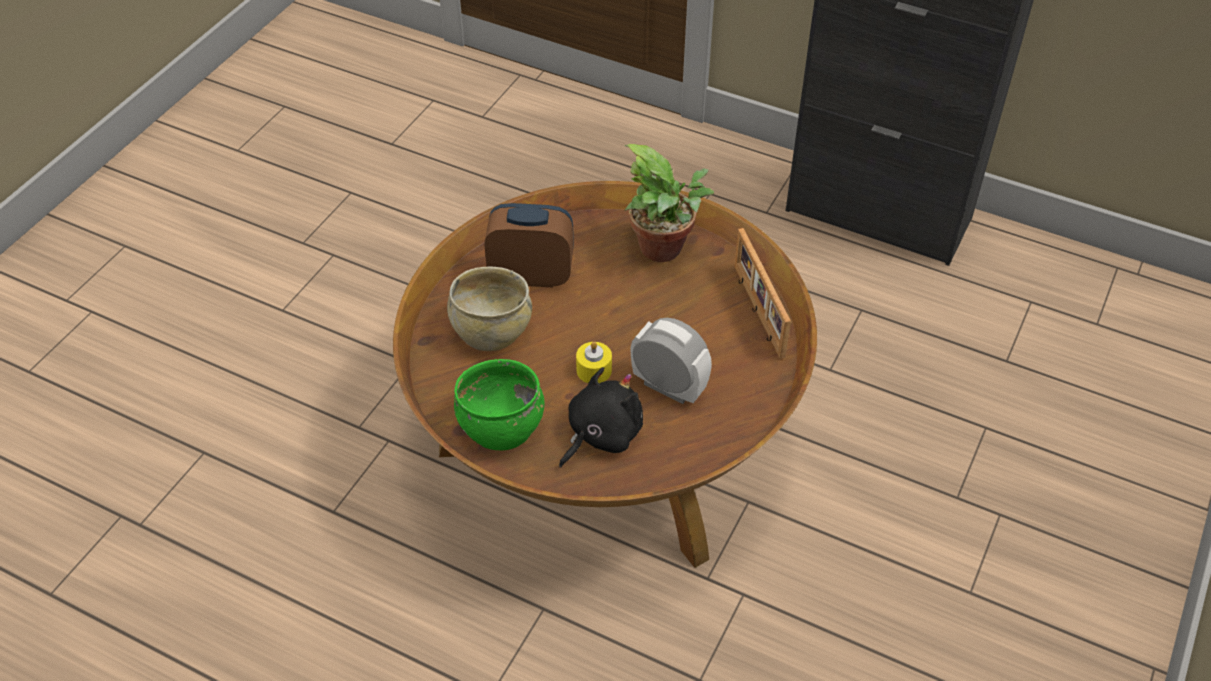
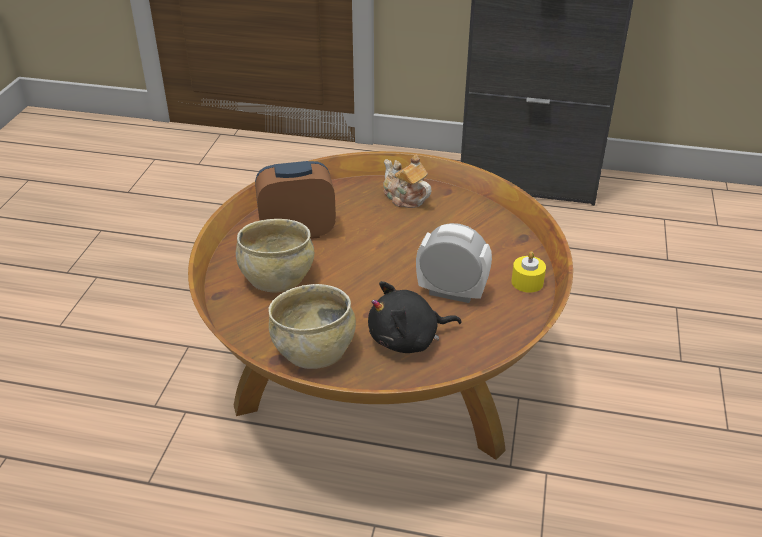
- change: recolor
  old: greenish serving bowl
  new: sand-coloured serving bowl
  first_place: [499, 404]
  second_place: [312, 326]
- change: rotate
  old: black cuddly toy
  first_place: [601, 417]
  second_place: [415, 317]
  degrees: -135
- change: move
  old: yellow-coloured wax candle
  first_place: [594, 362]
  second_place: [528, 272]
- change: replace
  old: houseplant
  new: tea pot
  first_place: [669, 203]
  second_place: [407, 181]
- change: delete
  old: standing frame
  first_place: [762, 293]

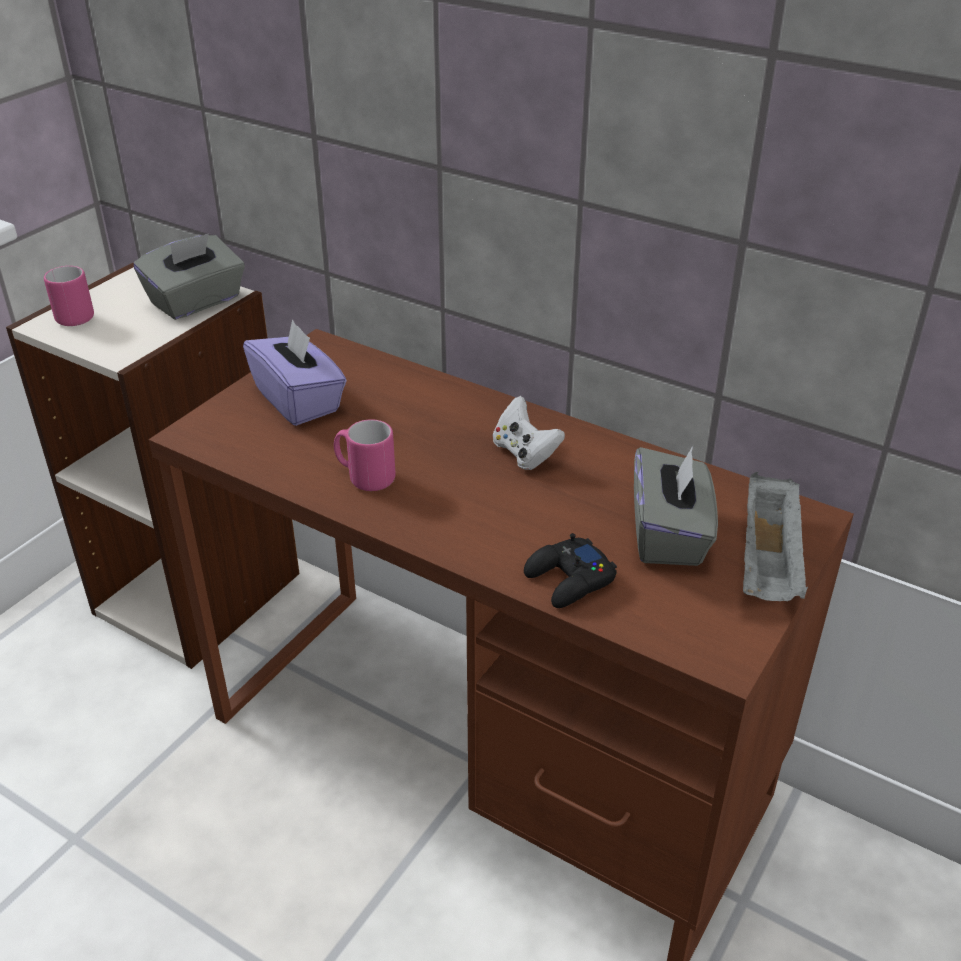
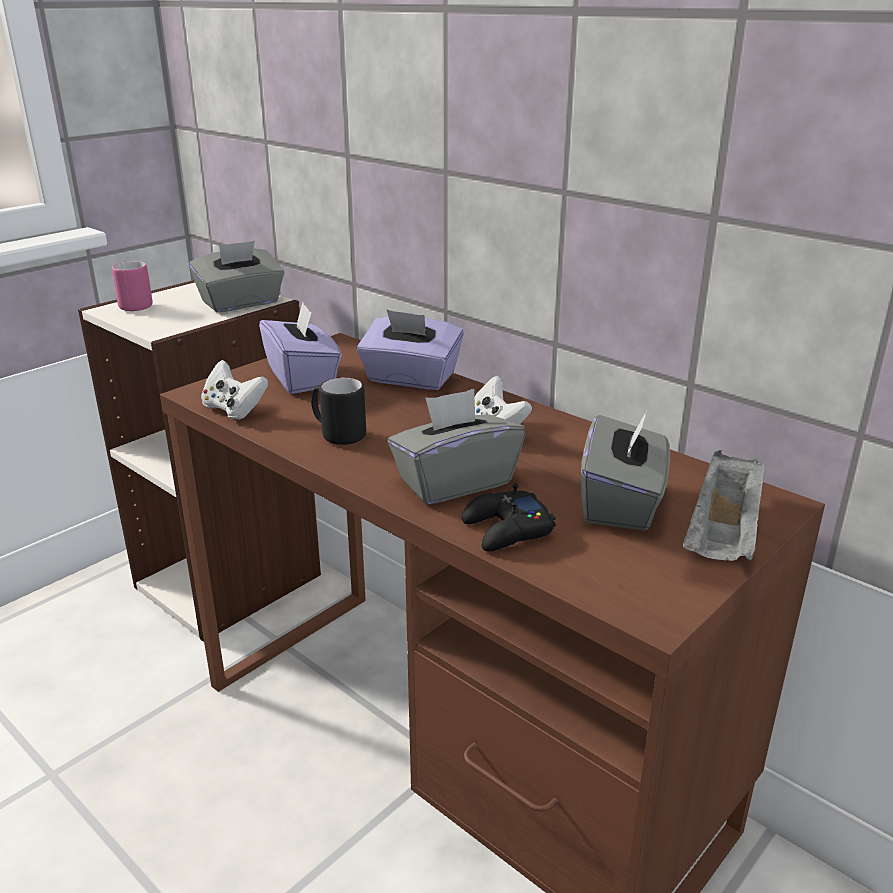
- change: recolor
  old: pink-coloured coffee mug
  new: black coffee mug
  first_place: [364, 455]
  second_place: [338, 411]
- change: insert
  new: white joypad
  second_place: [234, 390]
- change: insert
  new: purplish box of tissues
  second_place: [410, 349]
- change: insert
  new: grey box of tissues
  second_place: [456, 447]

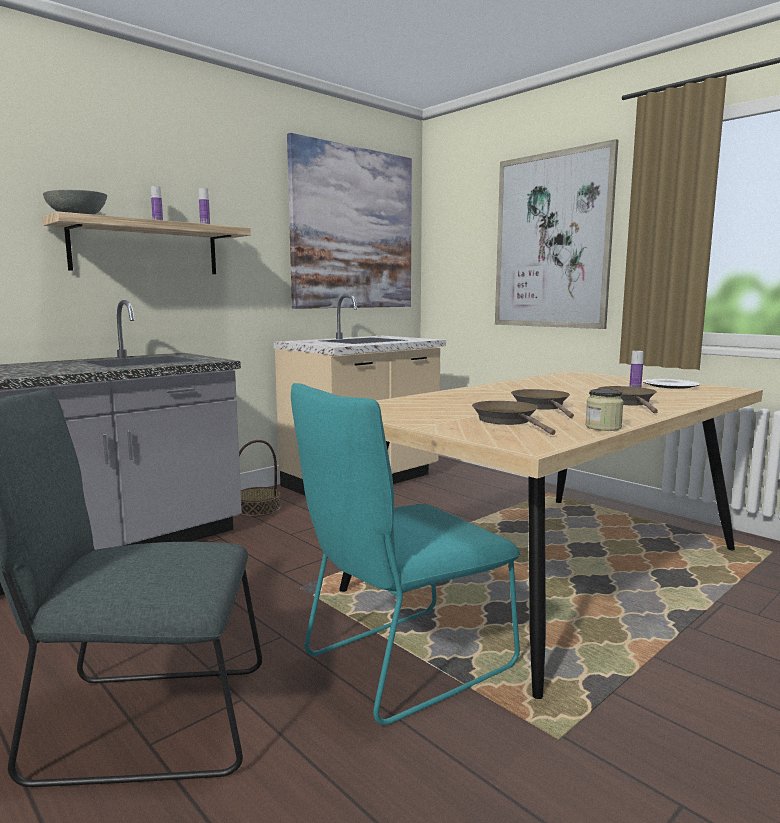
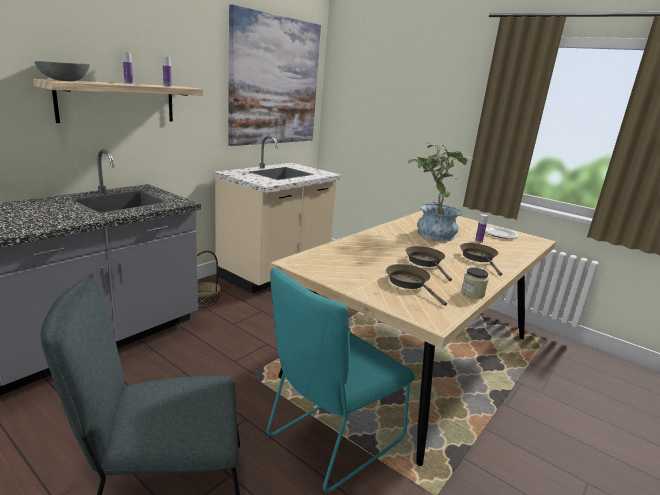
- change: delete
  old: wall art
  first_place: [557, 234]
- change: insert
  new: houseplant
  second_place: [440, 191]

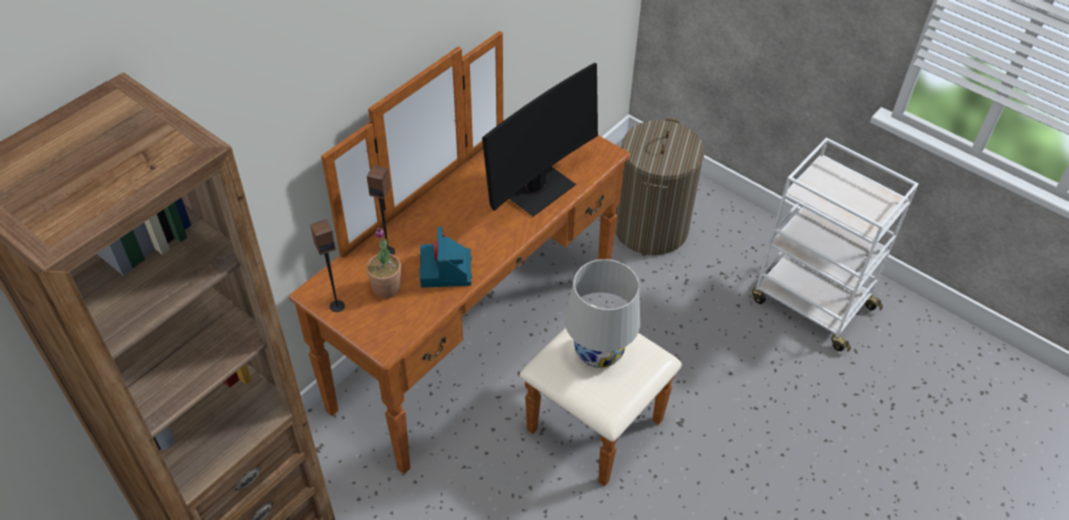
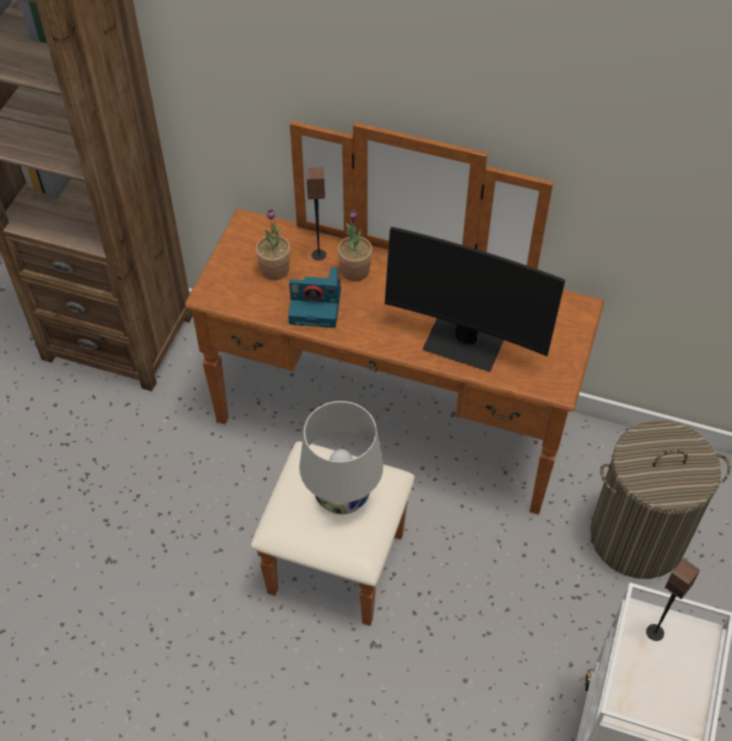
- change: move
  old: audio speaker
  first_place: [327, 265]
  second_place: [673, 599]
- change: rotate
  old: still camera
  first_place: [446, 257]
  second_place: [314, 297]
  degrees: -150
- change: insert
  new: houseplant
  second_place: [355, 245]

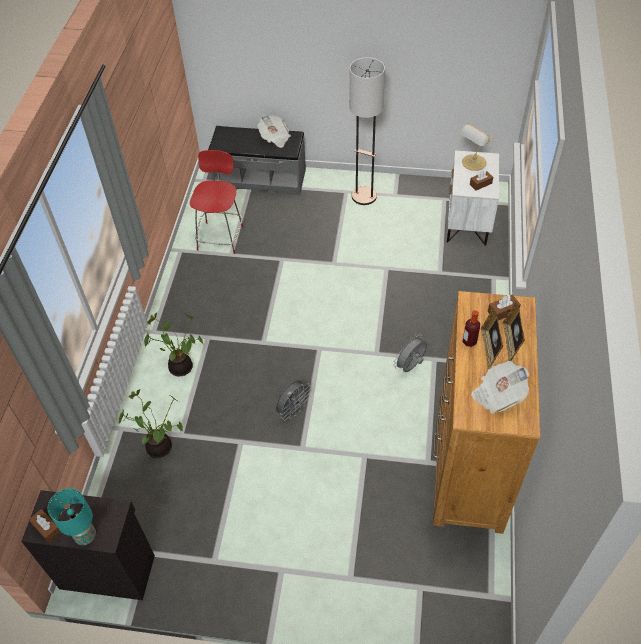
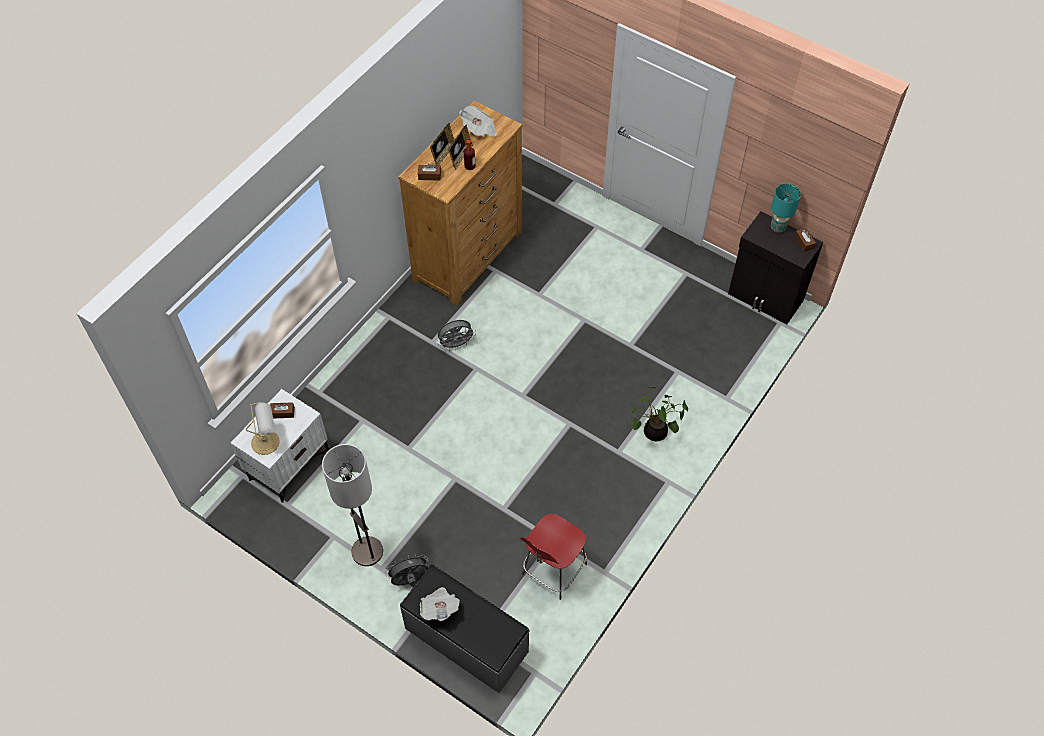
- change: delete
  old: houseplant
  first_place: [150, 423]
- change: move
  old: grey fan
  first_place: [294, 400]
  second_place: [407, 569]

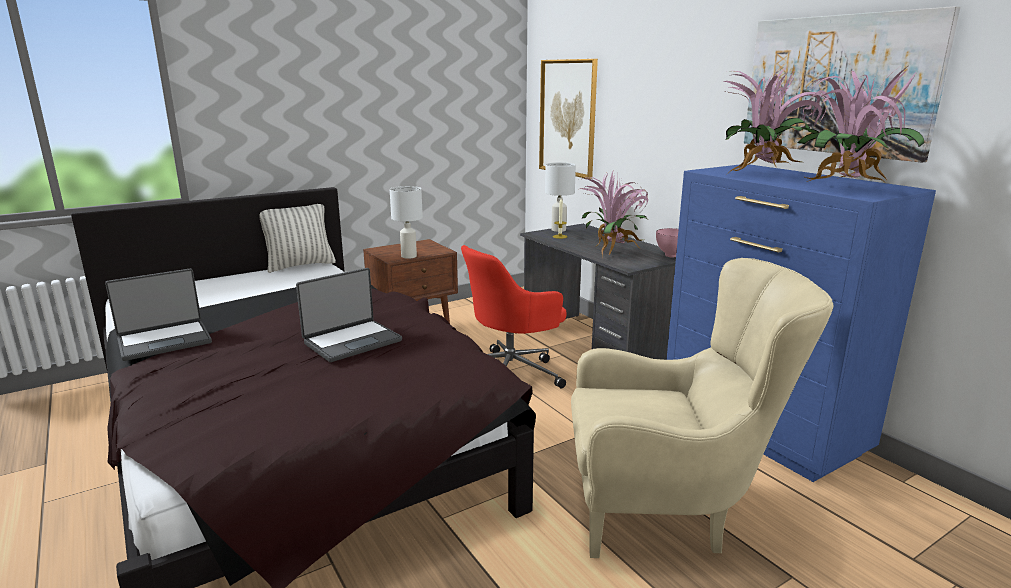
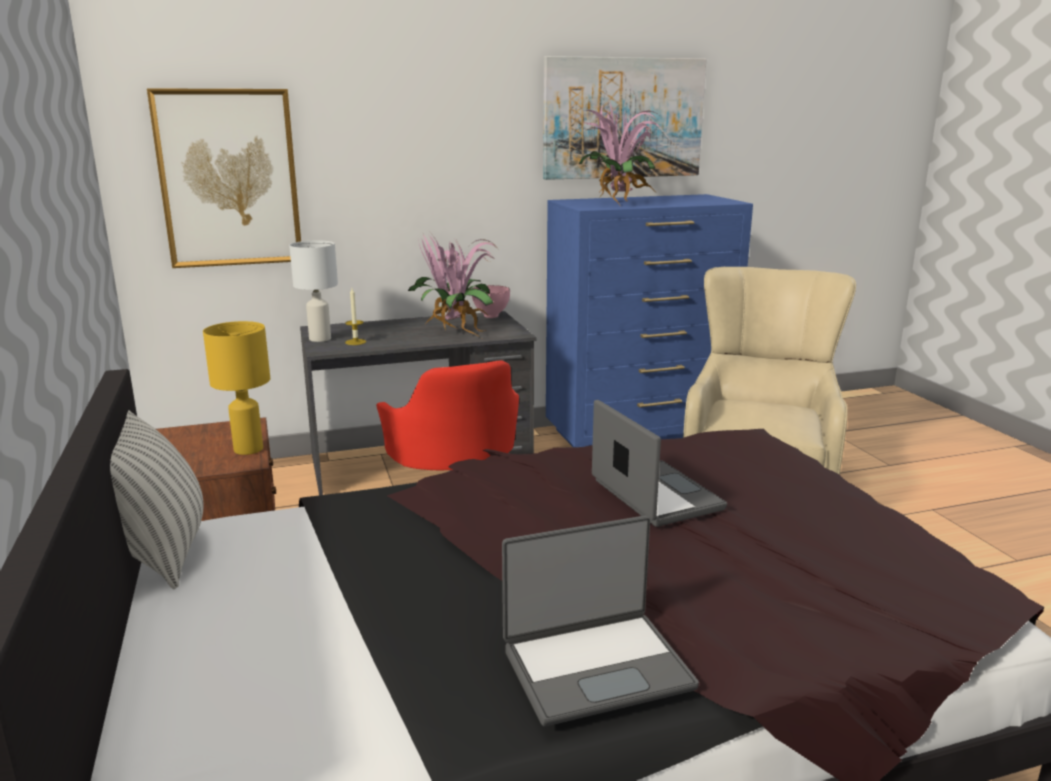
- change: rotate
  old: portable computer
  first_place: [158, 315]
  second_place: [600, 620]
  degrees: 90
- change: recolor
  old: white lamp for a table
  new: yellow-coloured lamp for a table
  first_place: [406, 222]
  second_place: [236, 388]
- change: delete
  old: houseplant
  first_place: [861, 124]

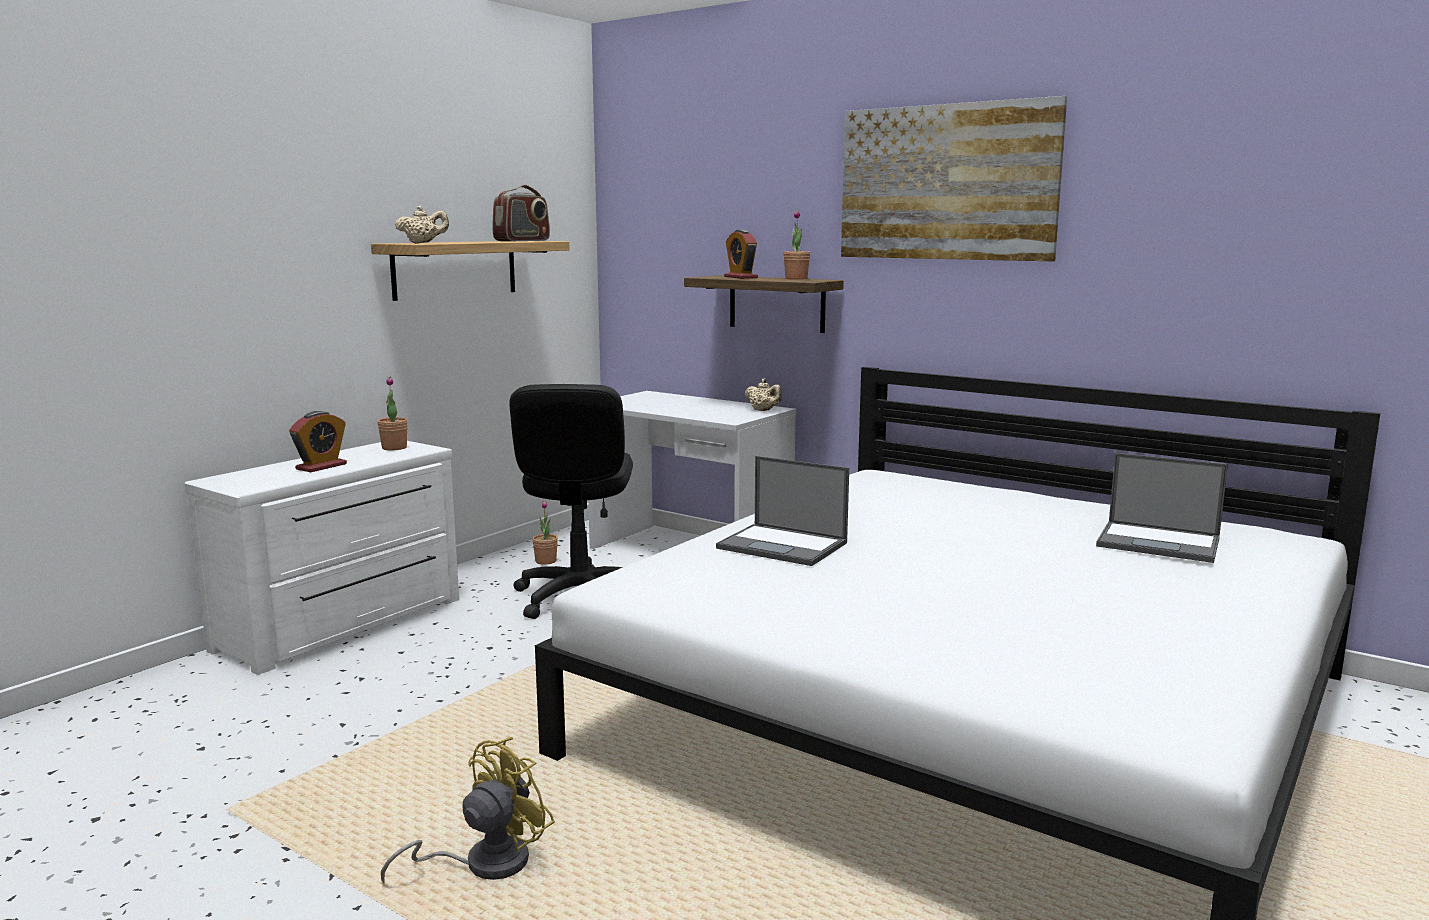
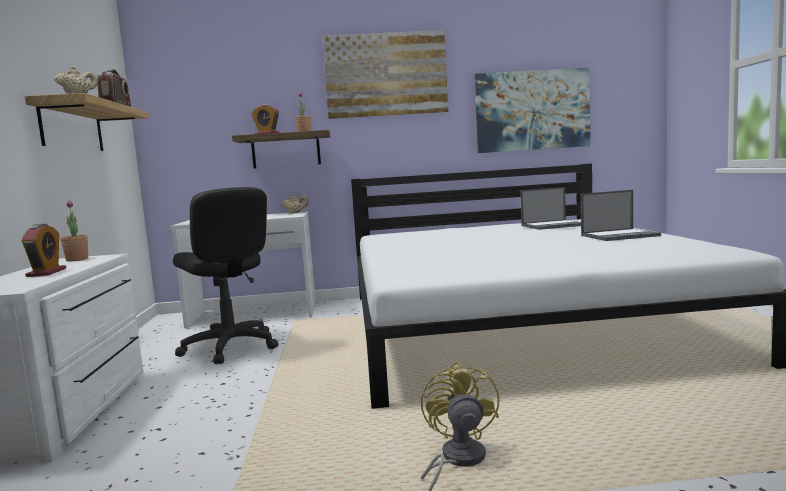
- change: delete
  old: houseplant
  first_place: [545, 533]
- change: move
  old: portable computer
  first_place: [782, 511]
  second_place: [621, 215]
- change: insert
  new: wall art
  second_place: [532, 110]

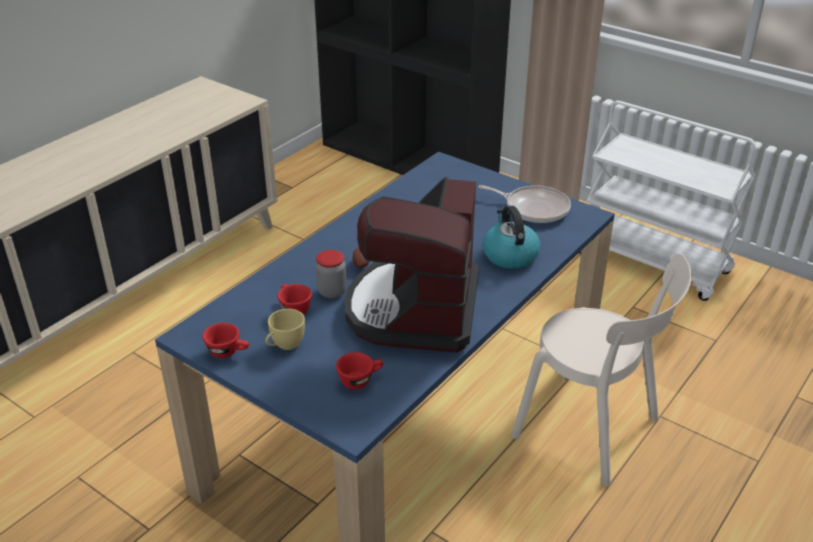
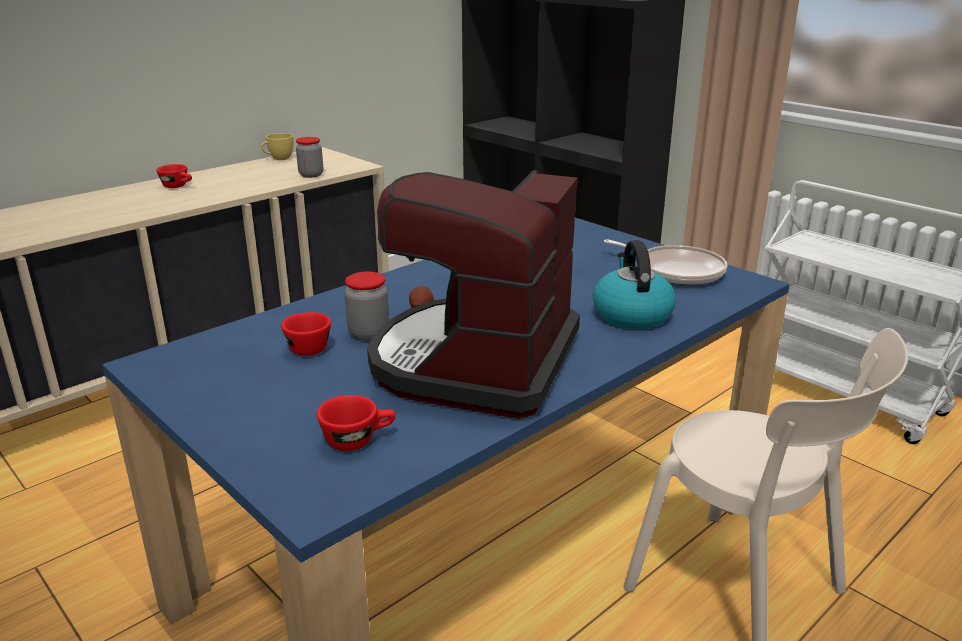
- change: move
  old: red-coloured cup
  first_place: [226, 340]
  second_place: [174, 176]
- change: move
  old: yellow-coloured cup
  first_place: [285, 329]
  second_place: [277, 146]
- change: insert
  new: preserve jar
  second_place: [309, 157]

